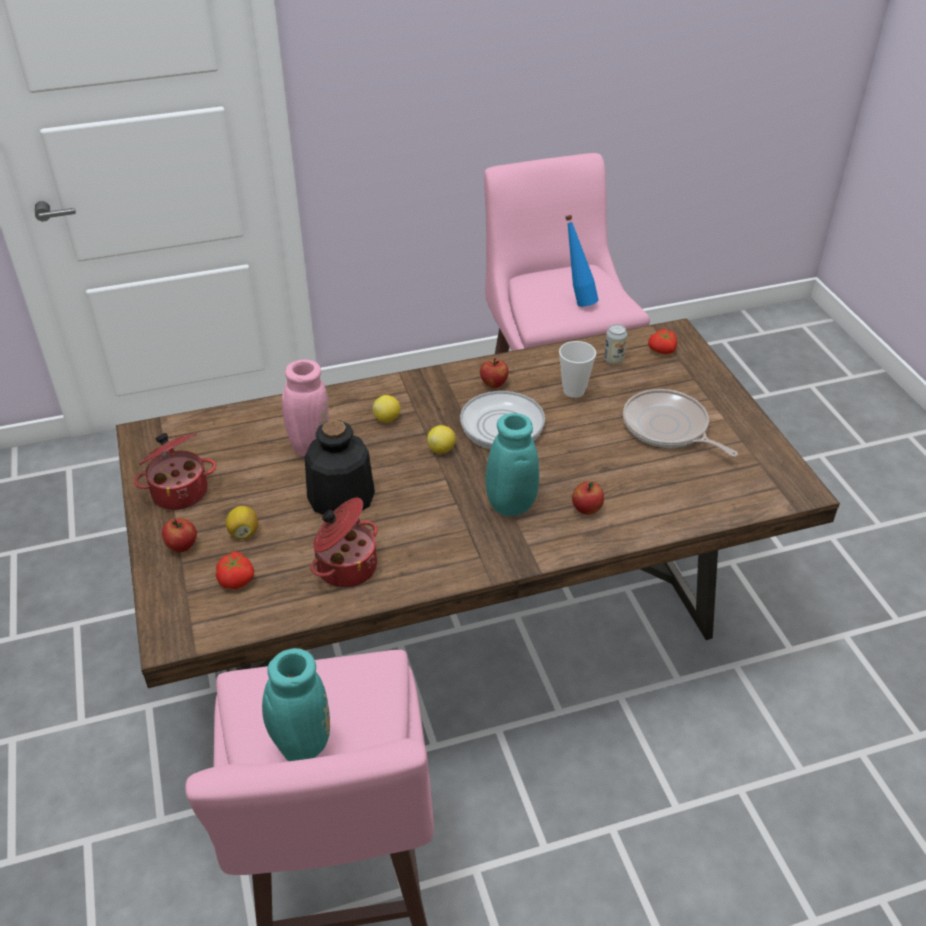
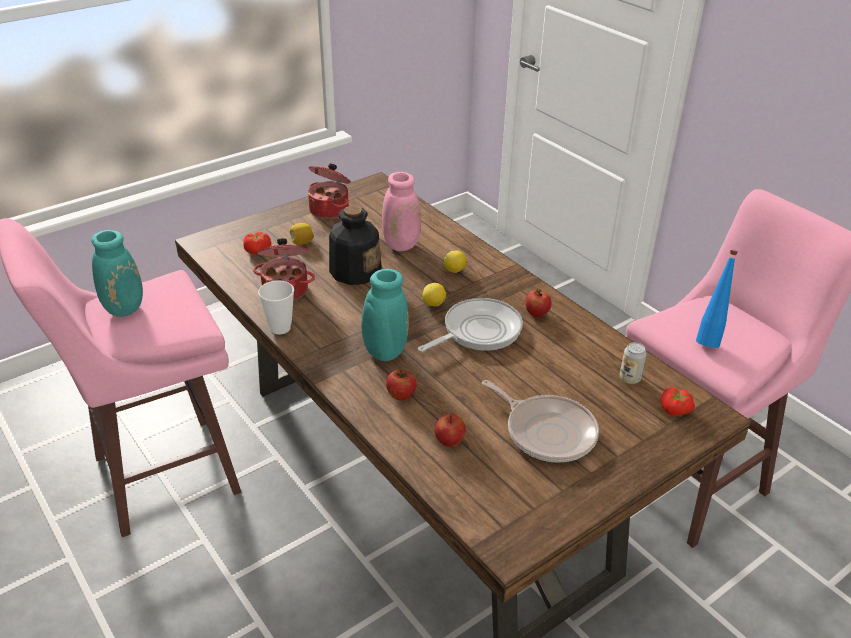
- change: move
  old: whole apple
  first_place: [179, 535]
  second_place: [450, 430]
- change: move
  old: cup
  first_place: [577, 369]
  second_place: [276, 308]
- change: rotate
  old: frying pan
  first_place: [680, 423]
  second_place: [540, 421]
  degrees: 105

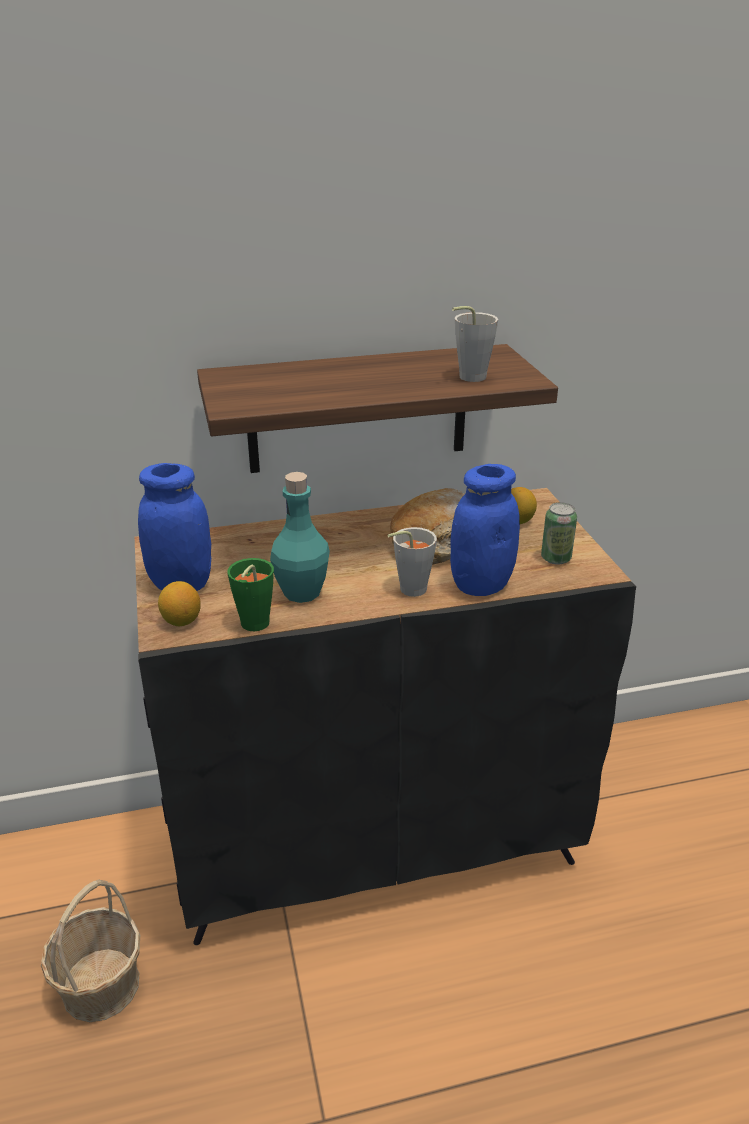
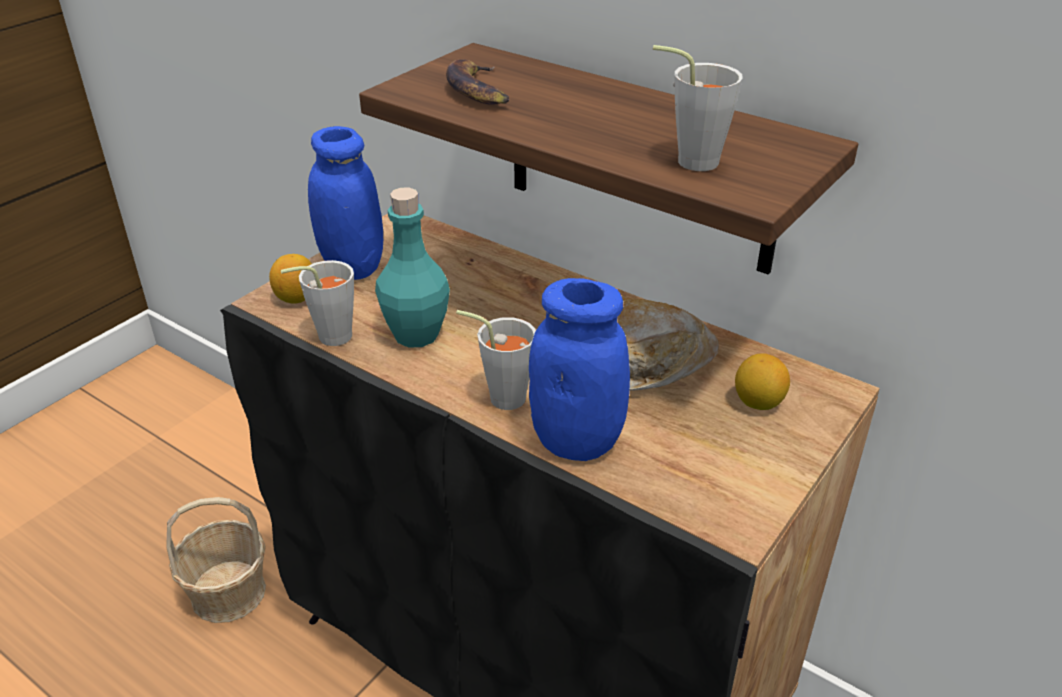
- change: recolor
  old: greenish cup
  new: grey cup
  first_place: [250, 594]
  second_place: [317, 303]
- change: delete
  old: can
  first_place: [559, 533]
- change: insert
  new: banana fruit
  second_place: [477, 82]

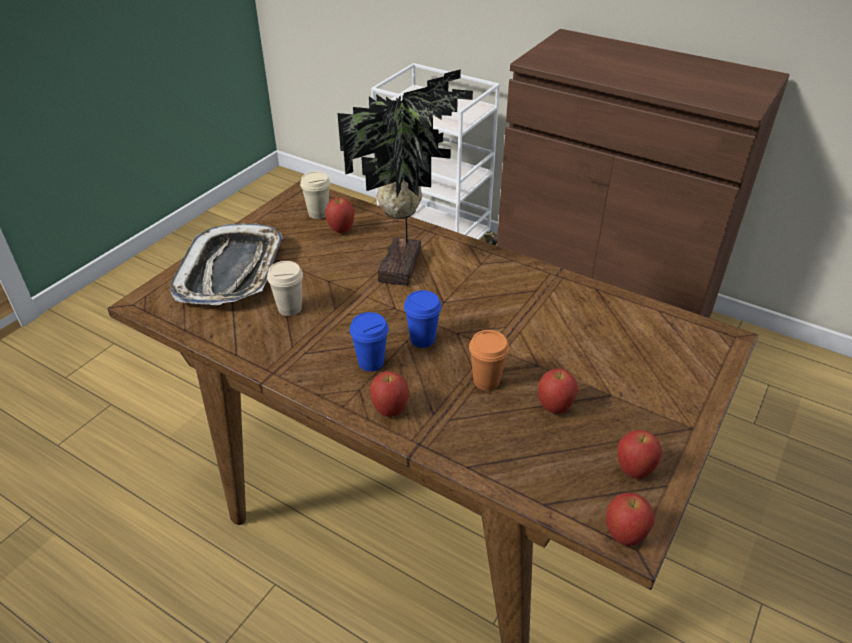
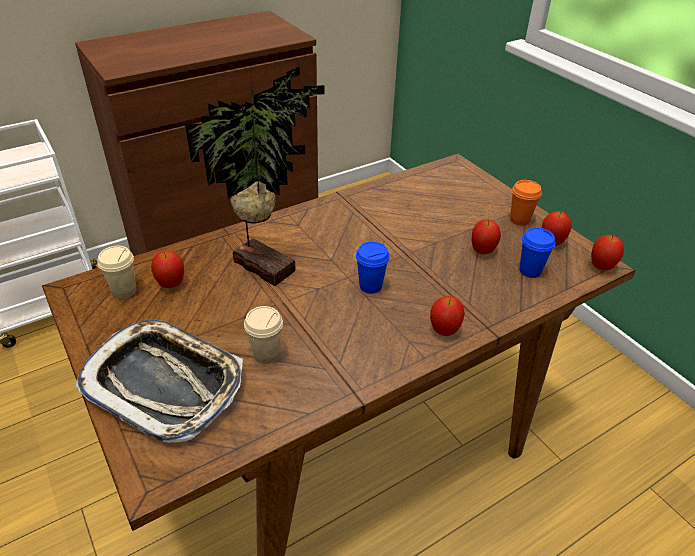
- change: move
  old: blue-coloured cup
  first_place: [369, 342]
  second_place: [537, 253]
- change: move
  old: orange cup
  first_place: [489, 360]
  second_place: [526, 203]

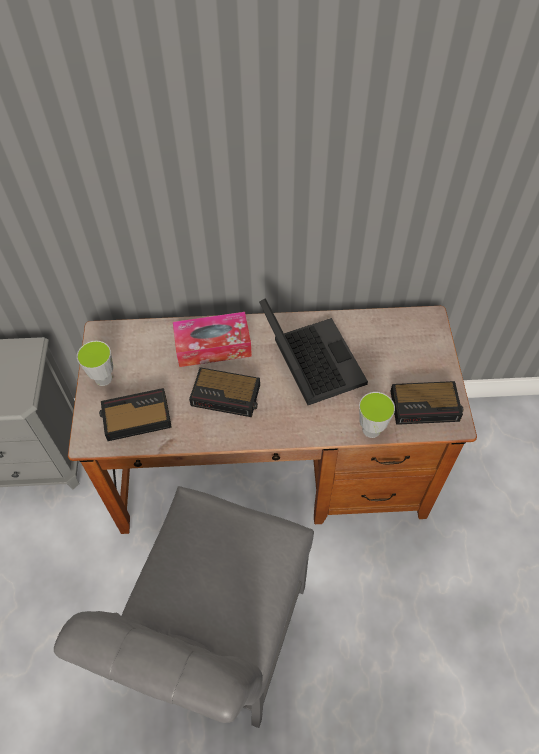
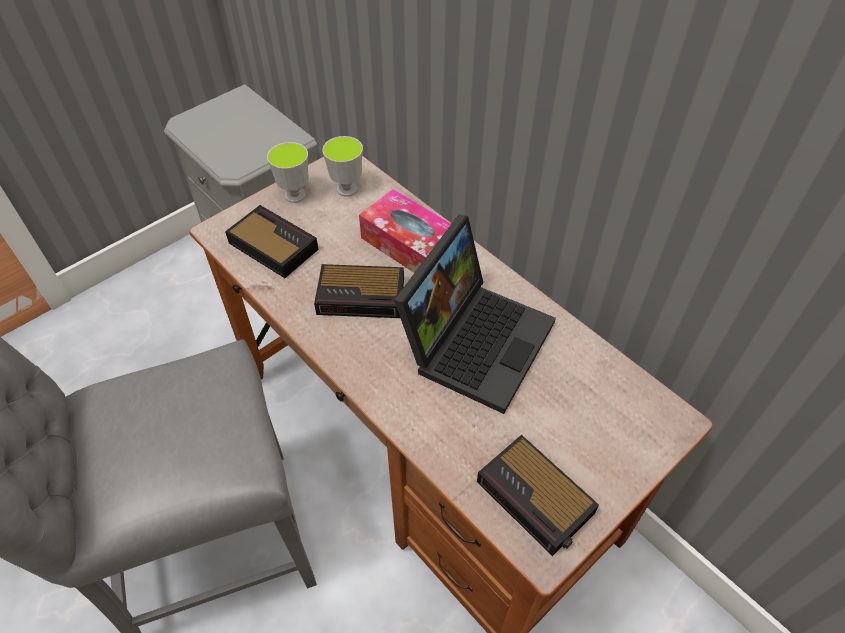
- change: rotate
  old: bedside clock
  first_place: [224, 392]
  second_place: [359, 291]
  degrees: -60
- change: move
  old: cup
  first_place: [377, 415]
  second_place: [342, 166]

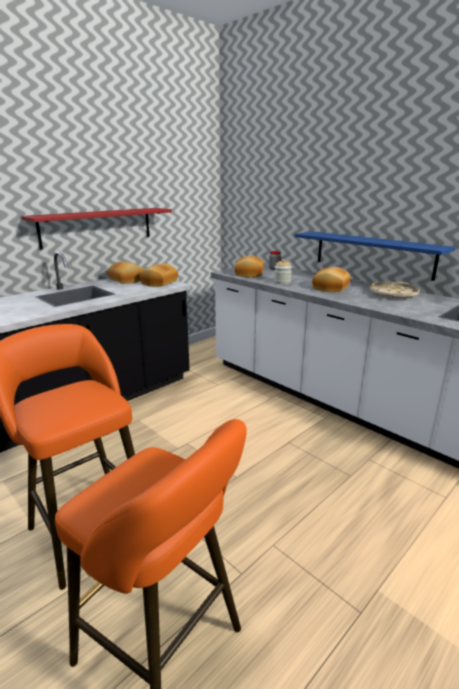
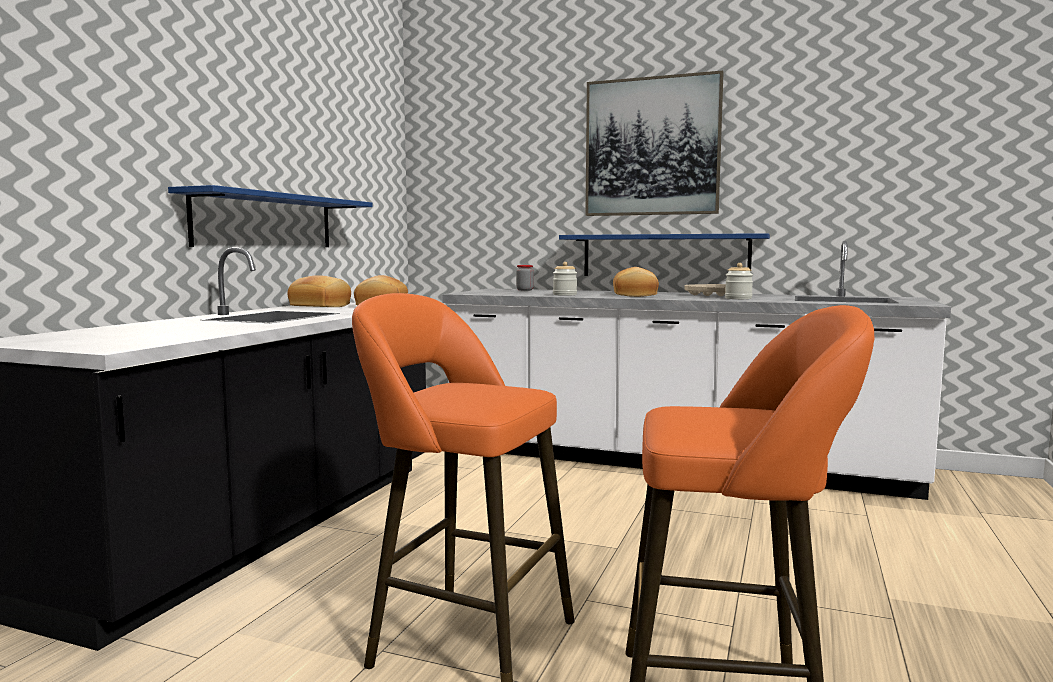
- change: recolor
  old: red-coloured bracket shelf
  new: blue-coloured bracket shelf
  first_place: [96, 228]
  second_place: [270, 216]
- change: delete
  old: baked bread
  first_place: [249, 266]
- change: insert
  new: wall art
  second_place: [654, 143]
- change: insert
  new: preserve jar
  second_place: [739, 281]

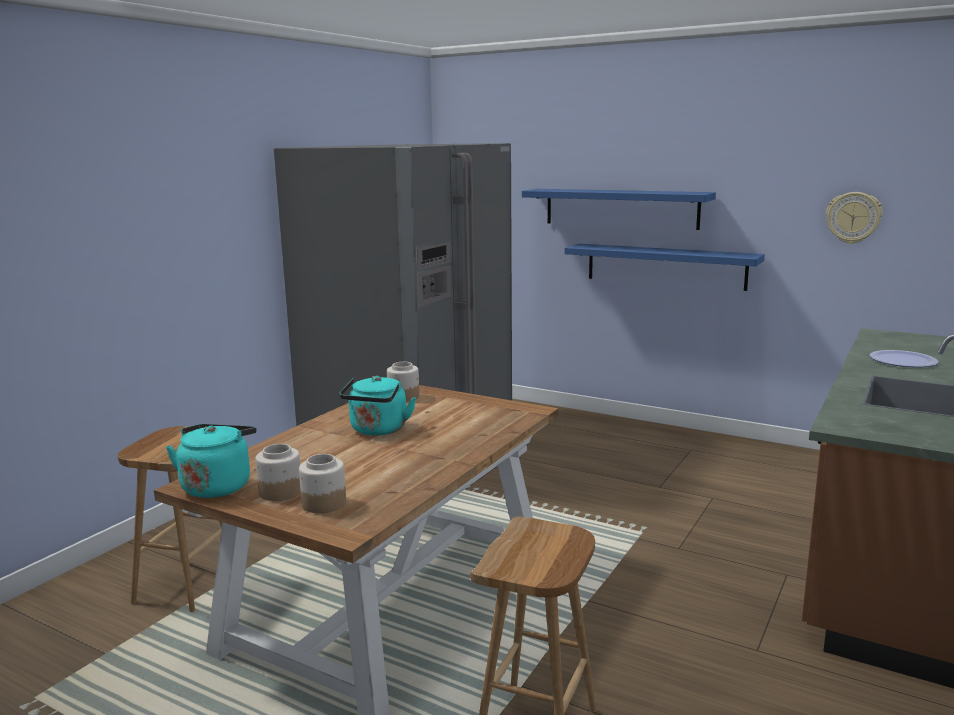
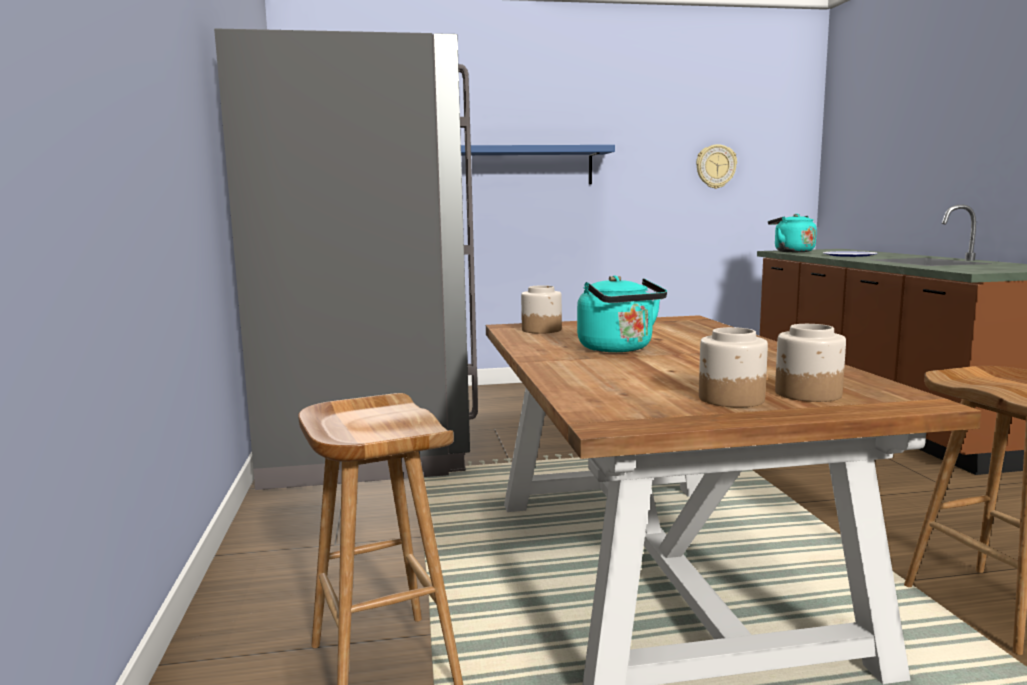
- change: move
  old: blue-green kettle
  first_place: [211, 461]
  second_place: [792, 233]
- change: delete
  old: blue-coloured bracket shelf
  first_place: [665, 267]

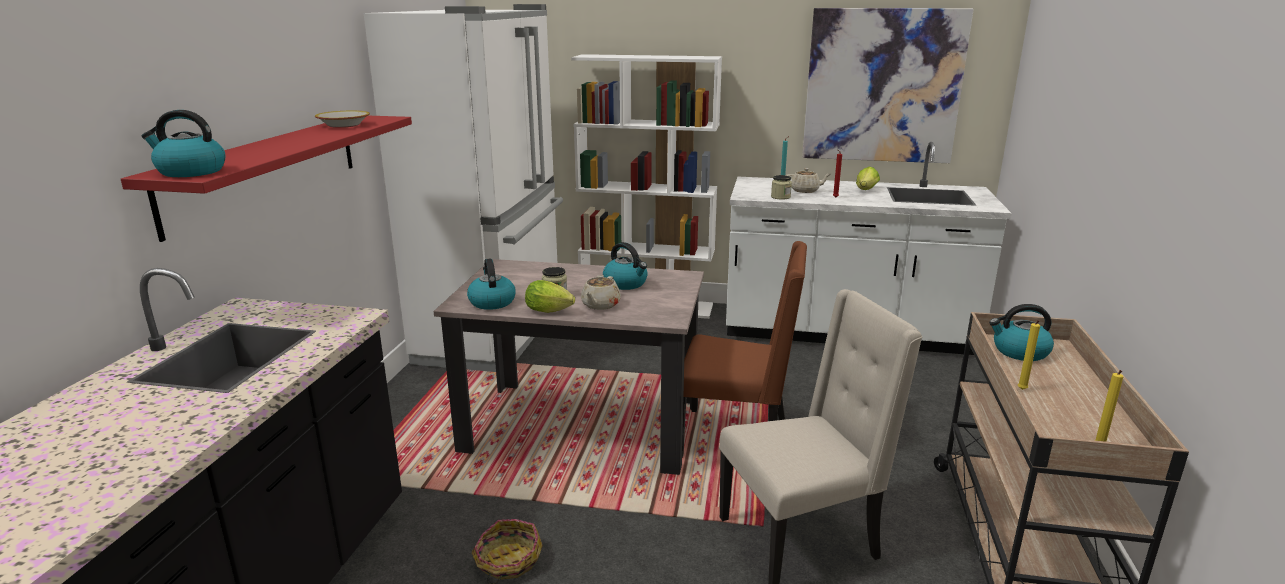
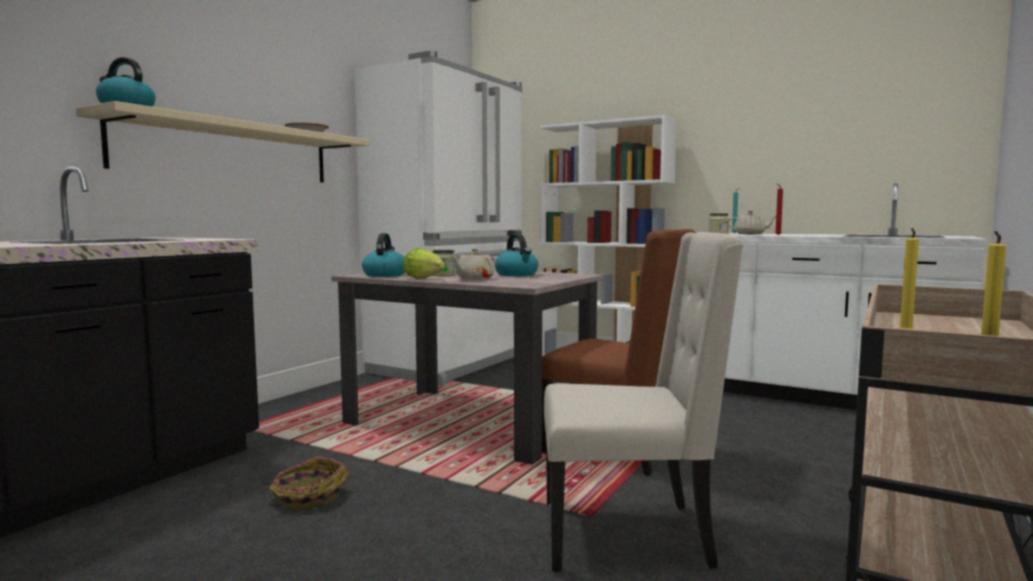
- change: recolor
  old: red-coloured bracket shelf
  new: sand-coloured bracket shelf
  first_place: [266, 179]
  second_place: [223, 142]
- change: delete
  old: wall art
  first_place: [888, 85]
- change: delete
  old: lettuce
  first_place: [868, 178]
- change: delete
  old: kettle
  first_place: [1021, 332]

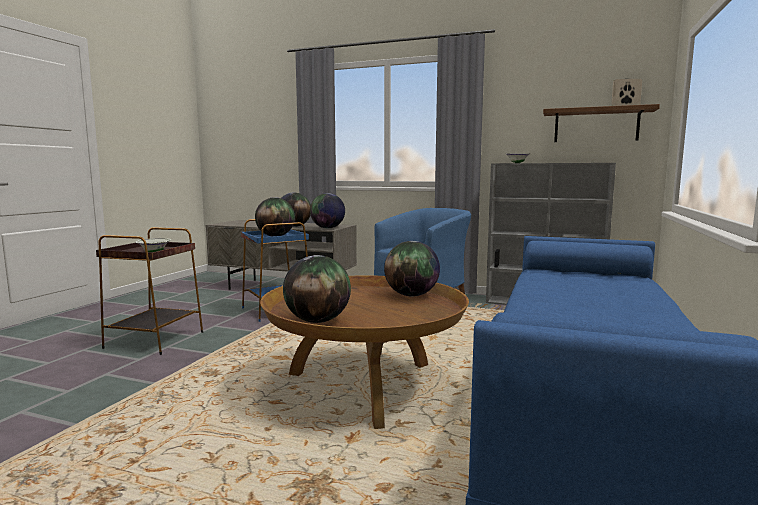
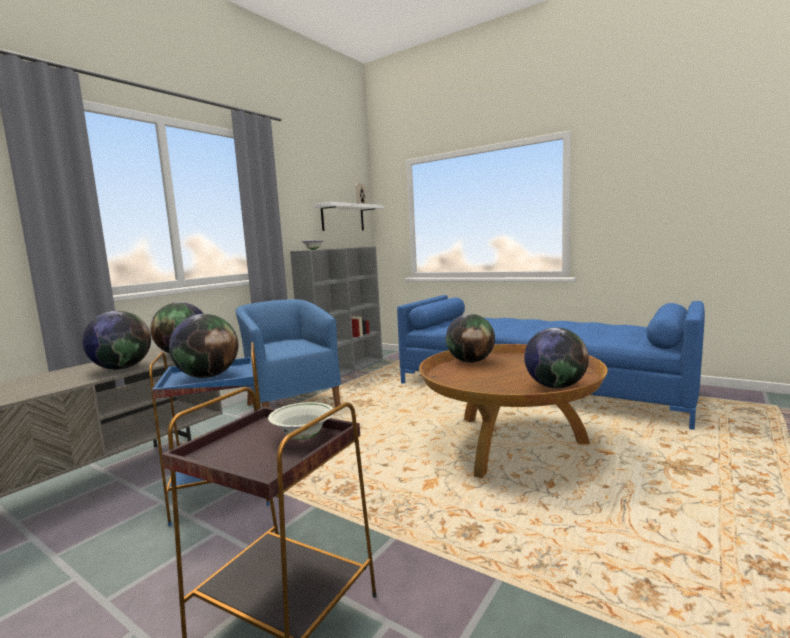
- change: recolor
  old: brown-coloured bracket shelf
  new: white bracket shelf
  first_place: [601, 123]
  second_place: [349, 216]

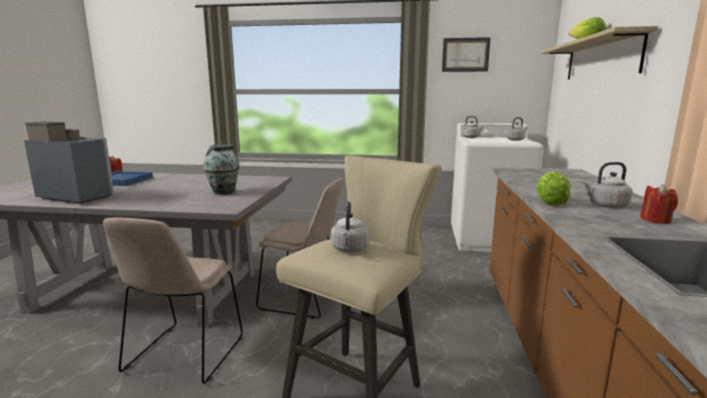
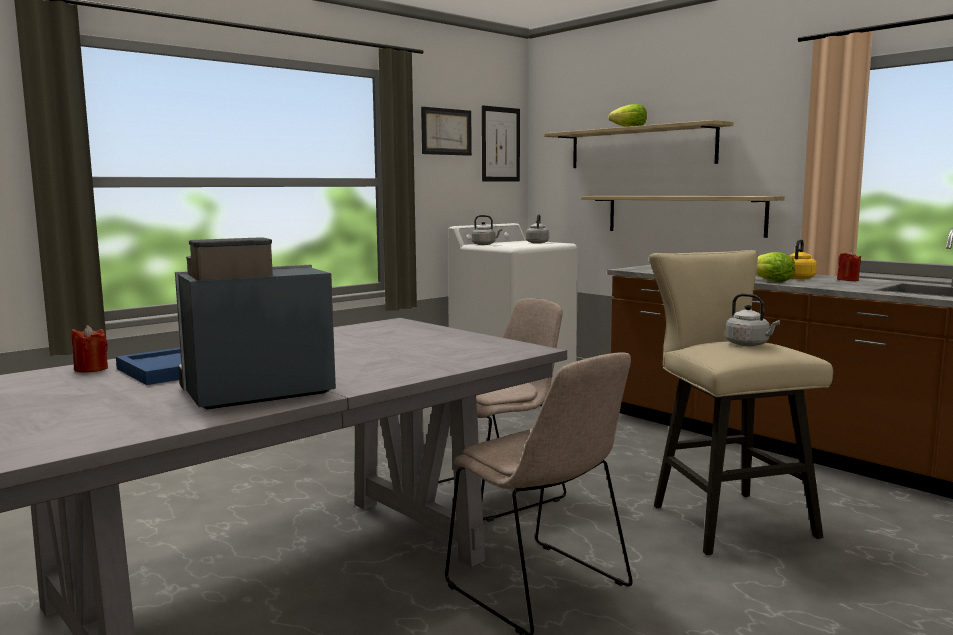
- change: delete
  old: decorative vase
  first_place: [221, 170]
- change: recolor
  old: grey kettle
  new: yellow-coloured kettle
  first_place: [607, 185]
  second_place: [803, 259]
- change: insert
  new: wall art
  second_place: [501, 143]
- change: insert
  new: bracket shelf
  second_place: [683, 217]

